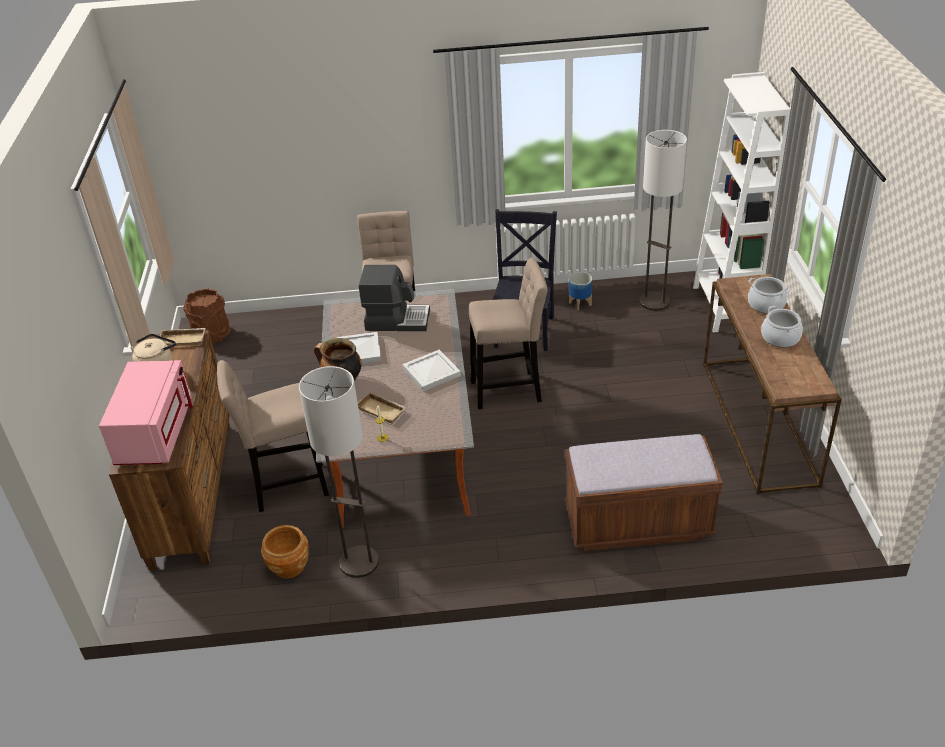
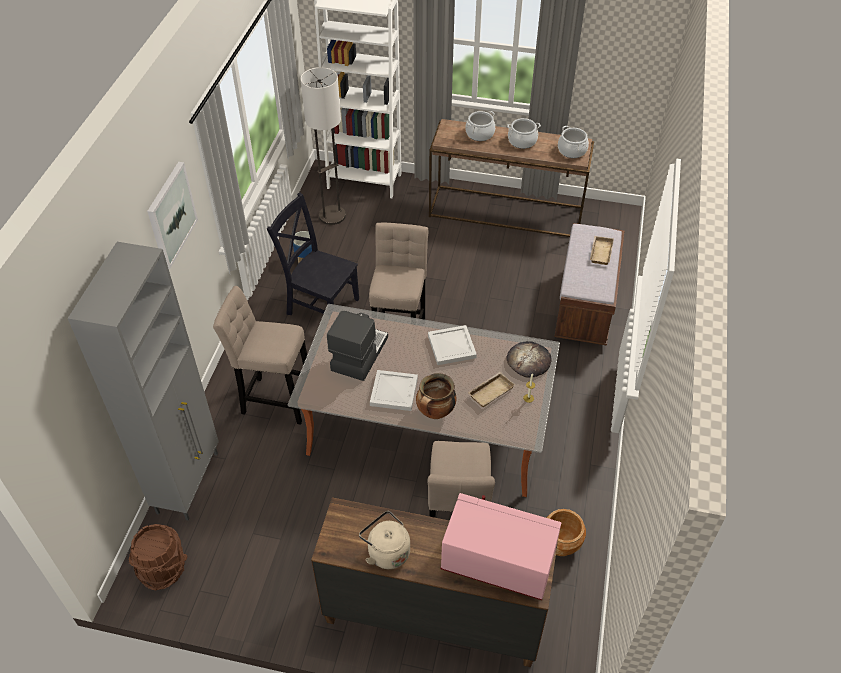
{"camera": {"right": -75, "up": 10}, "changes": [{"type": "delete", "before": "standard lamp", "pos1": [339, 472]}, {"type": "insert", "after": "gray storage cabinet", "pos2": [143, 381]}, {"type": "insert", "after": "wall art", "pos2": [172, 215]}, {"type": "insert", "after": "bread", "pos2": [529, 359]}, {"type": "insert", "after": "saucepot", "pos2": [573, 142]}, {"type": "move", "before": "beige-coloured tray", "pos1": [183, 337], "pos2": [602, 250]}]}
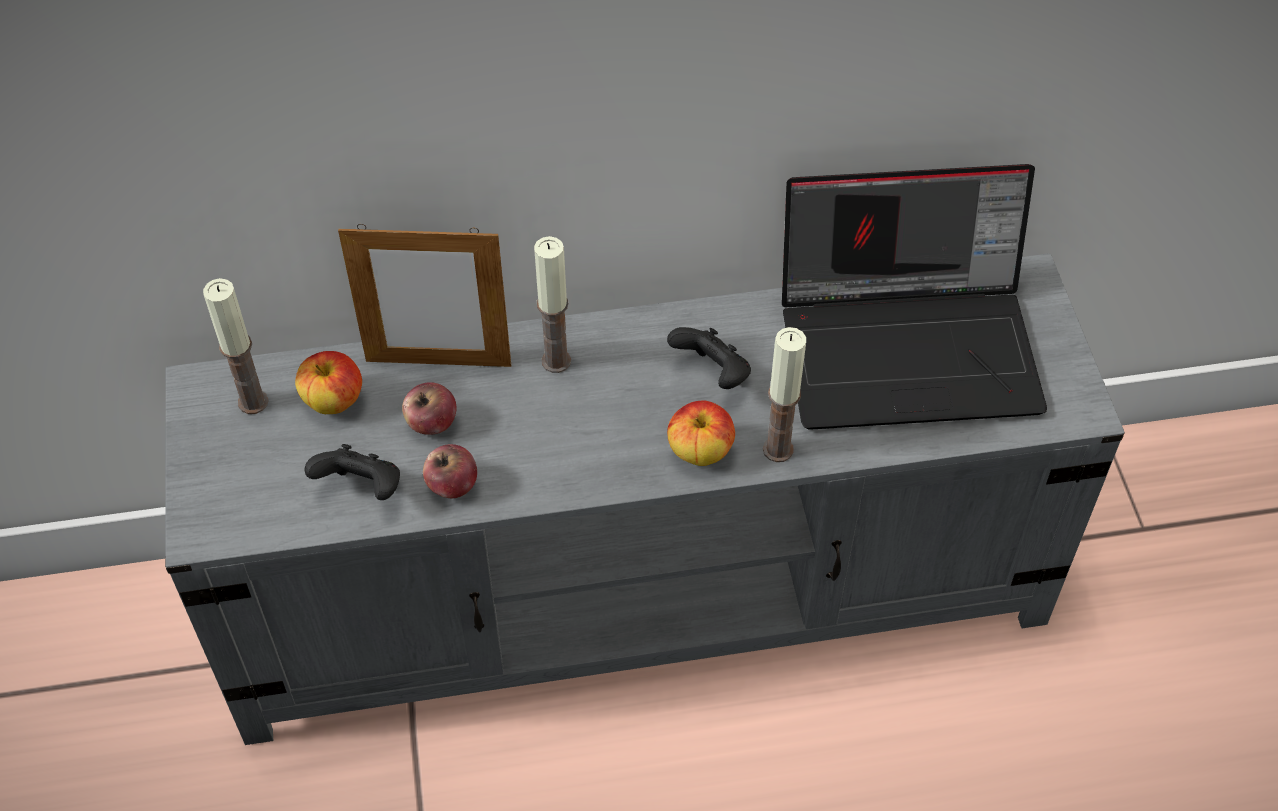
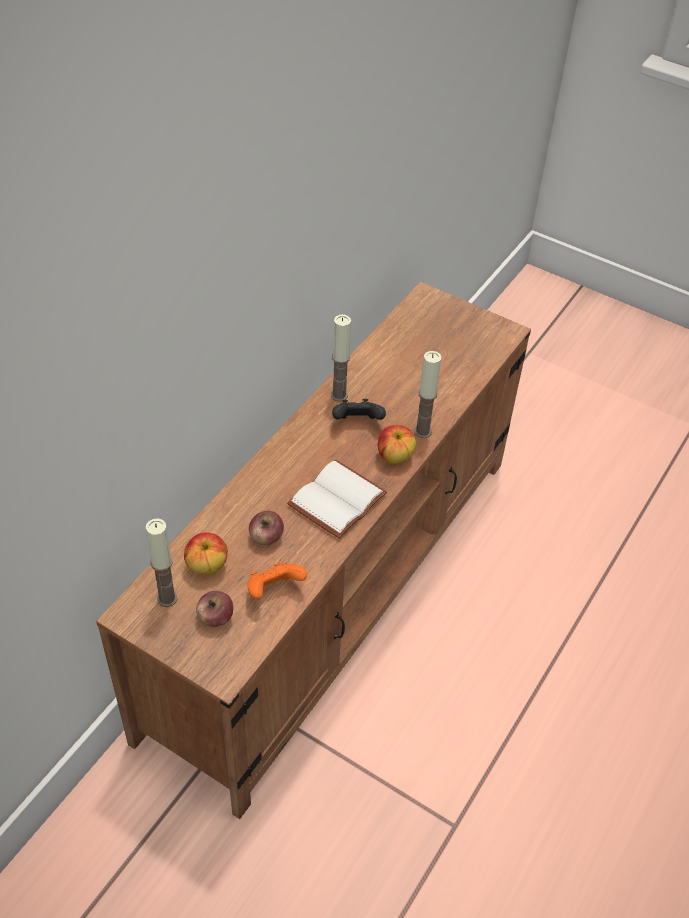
{"camera": {"right": -50, "up": -5}, "changes": [{"type": "delete", "before": "picture frame", "pos1": [424, 295]}, {"type": "delete", "before": "laptop", "pos1": [914, 297]}, {"type": "insert", "after": "whitish bound book", "pos2": [337, 499]}, {"type": "move", "before": "apple fruit", "pos1": [450, 471], "pos2": [214, 609]}, {"type": "move", "before": "wax light", "pos1": [552, 304], "pos2": [341, 358]}, {"type": "recolor", "before": "gray tv unit", "after": "brown tv unit", "pos1": [645, 499], "pos2": [313, 550]}, {"type": "recolor", "before": "black-coloured game controller", "after": "orange game controller", "pos1": [352, 472], "pos2": [277, 581]}]}
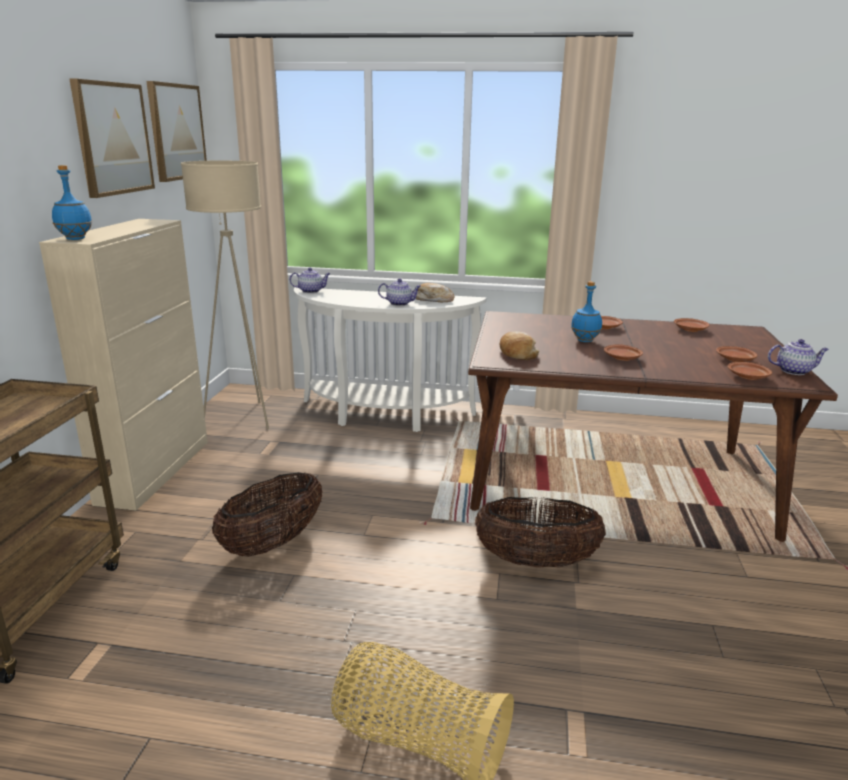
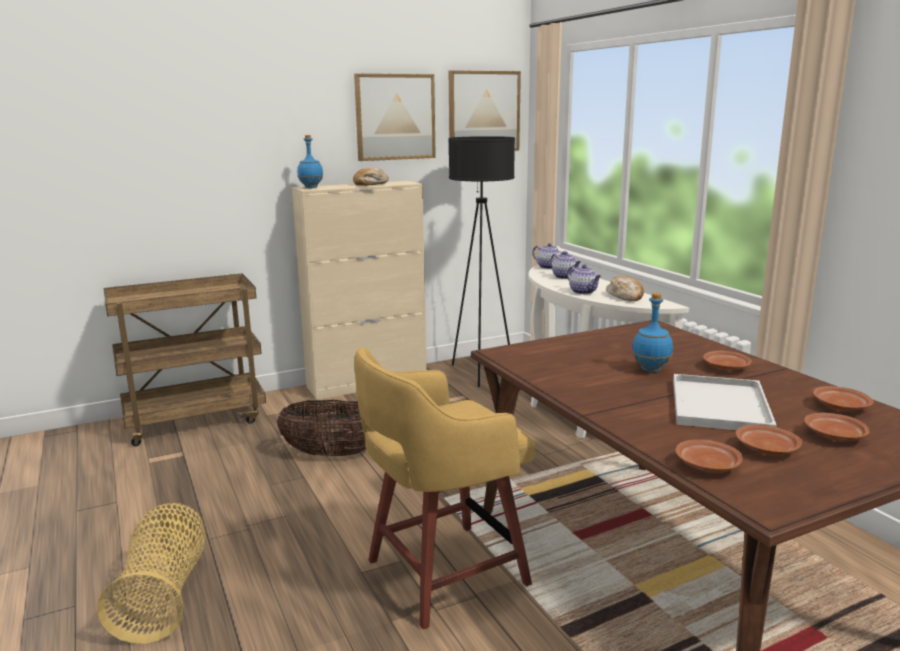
{"camera": {"right": 55, "up": -5}, "changes": [{"type": "insert", "after": "whitish tray", "pos2": [725, 402]}, {"type": "move", "before": "bread", "pos1": [519, 345], "pos2": [371, 177]}, {"type": "move", "before": "brown flat dish", "pos1": [623, 352], "pos2": [836, 427]}, {"type": "move", "before": "pot for tea", "pos1": [798, 357], "pos2": [565, 265]}, {"type": "replace", "before": "storage basket", "after": "yellowish stool", "pos1": [540, 532], "pos2": [444, 488]}, {"type": "recolor", "before": "beige-coloured standard lamp", "after": "black-coloured standard lamp", "pos1": [225, 294], "pos2": [481, 261]}]}
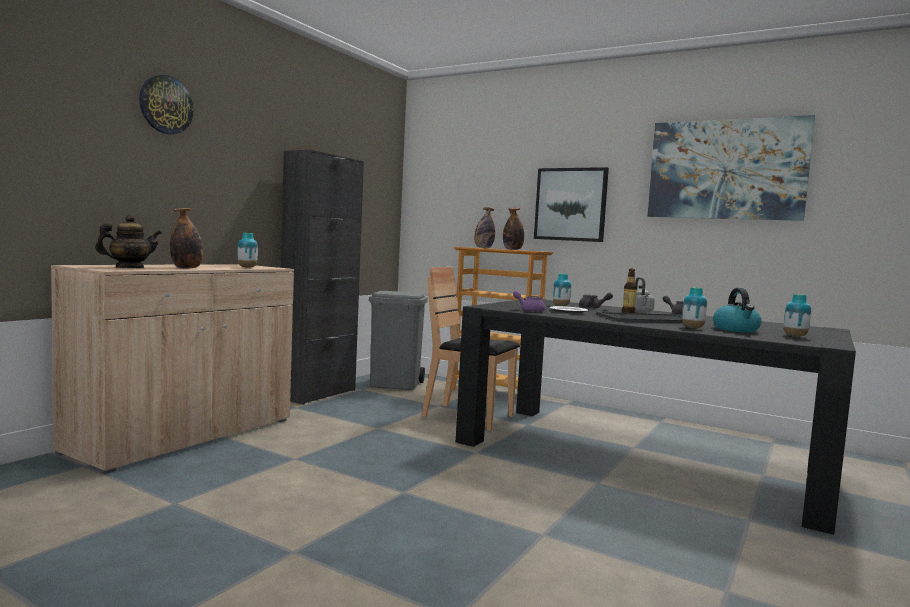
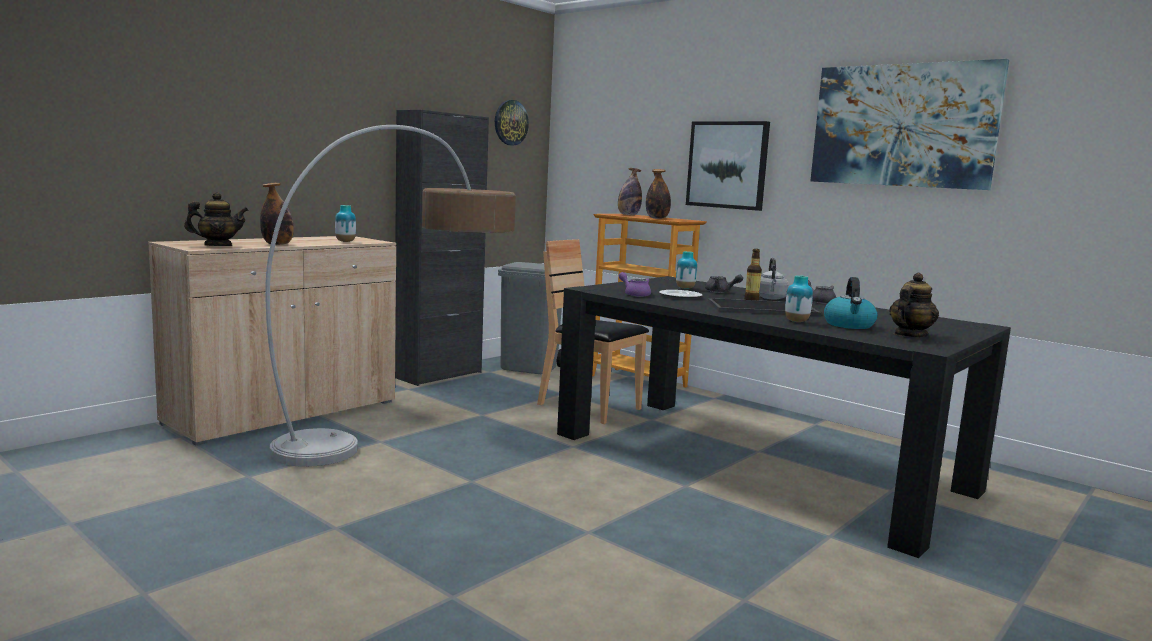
{"camera": {"right": 10, "up": 5}, "changes": [{"type": "insert", "after": "standard lamp", "pos2": [390, 296]}, {"type": "move", "before": "clock on the wall", "pos1": [166, 104], "pos2": [512, 123]}, {"type": "replace", "before": "vase", "after": "pot for tea", "pos1": [797, 315], "pos2": [914, 305]}]}
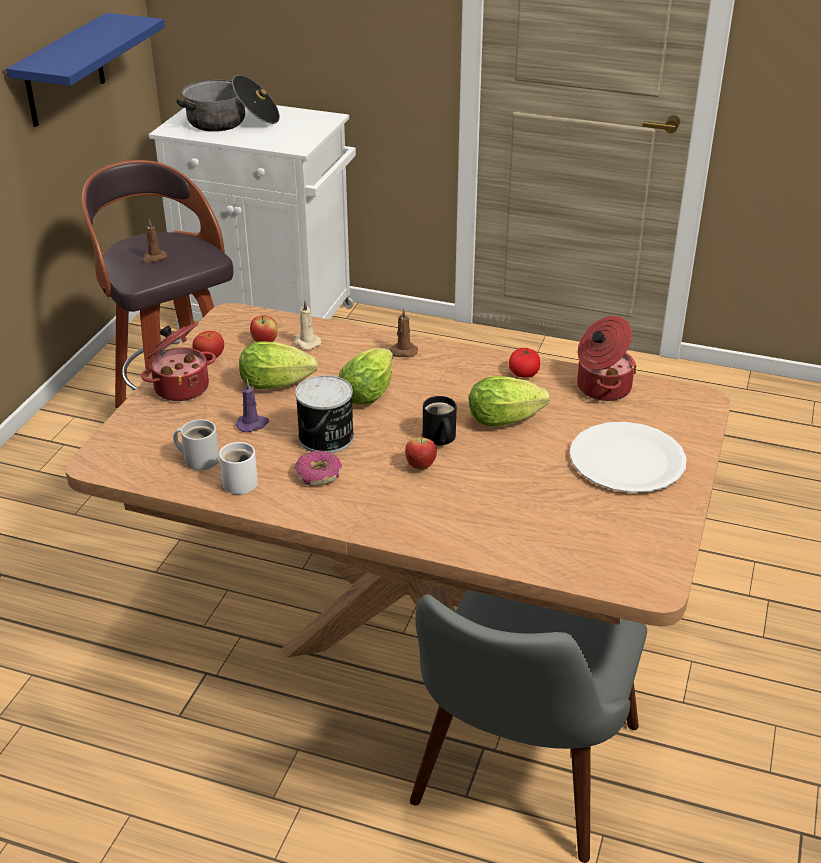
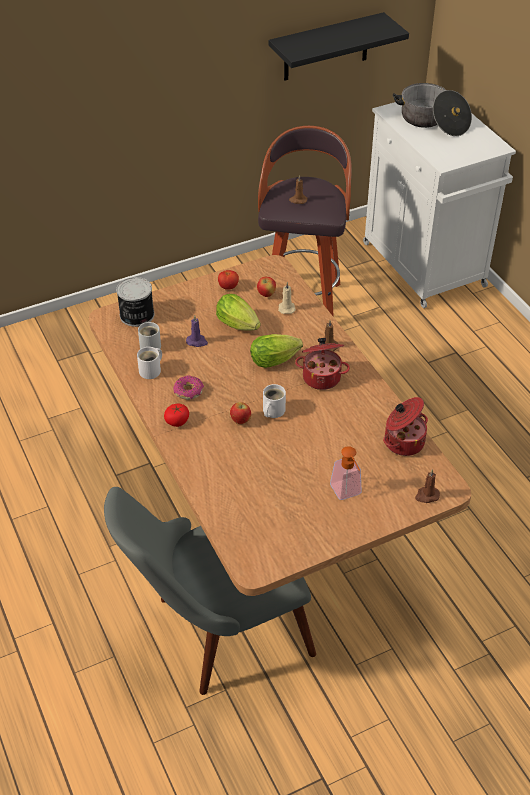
{"camera": {"right": 45, "up": 10}, "changes": [{"type": "delete", "before": "lettuce", "pos1": [509, 401]}, {"type": "insert", "after": "brown wax light", "pos2": [427, 486]}, {"type": "move", "before": "saucepot", "pos1": [178, 362], "pos2": [322, 364]}, {"type": "move", "before": "metal can", "pos1": [324, 414], "pos2": [135, 302]}, {"type": "move", "before": "whole tomato", "pos1": [524, 363], "pos2": [176, 415]}, {"type": "replace", "before": "whitish flat dish", "after": "liquid soap bottle", "pos1": [628, 457], "pos2": [346, 473]}, {"type": "recolor", "before": "blue-coloured wall shelf", "after": "black-coloured wall shelf", "pos1": [85, 70], "pos2": [339, 46]}, {"type": "recolor", "before": "black-coloured coffee mug", "after": "whitish coffee mug", "pos1": [440, 420], "pos2": [274, 401]}]}
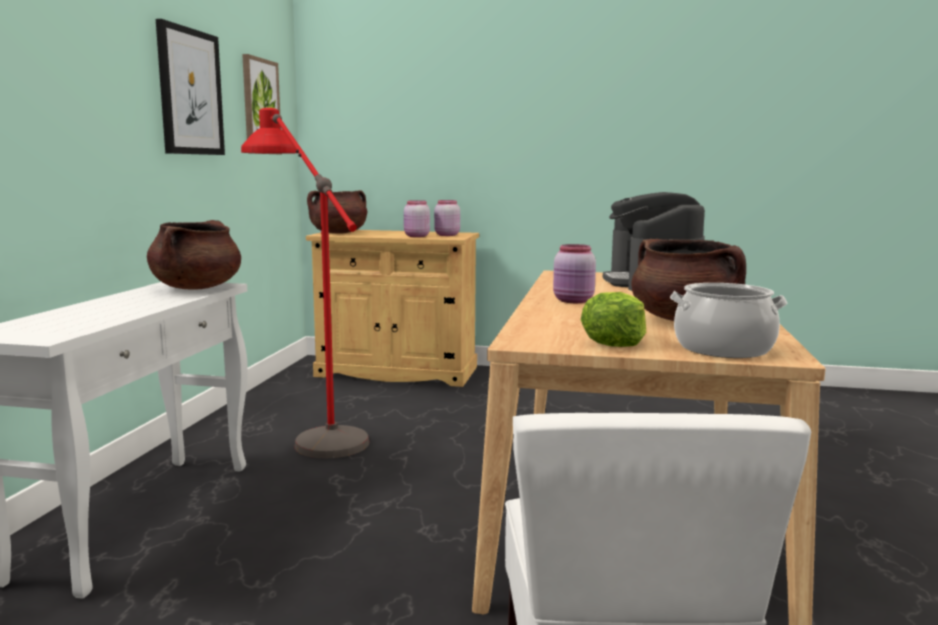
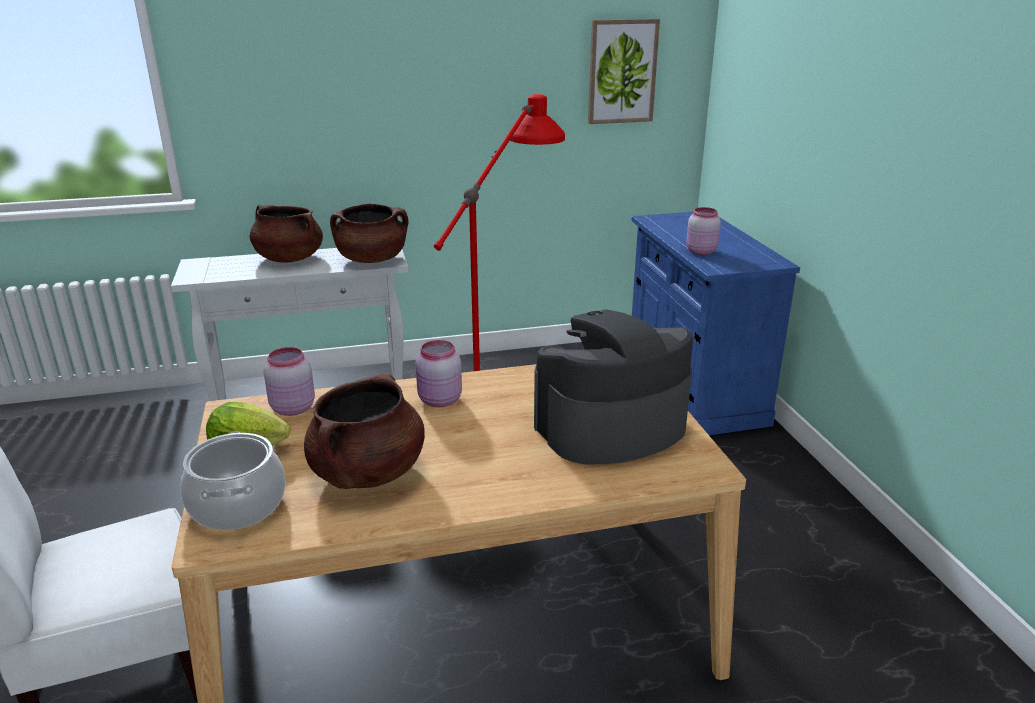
{"camera": {"right": 65, "up": 15}, "changes": [{"type": "delete", "before": "wall art", "pos1": [190, 87]}, {"type": "move", "before": "brown saucepot", "pos1": [337, 212], "pos2": [286, 234]}, {"type": "move", "before": "pink-coloured jar", "pos1": [447, 218], "pos2": [289, 381]}, {"type": "recolor", "before": "beige-coloured storage cabinet", "after": "blue-coloured storage cabinet", "pos1": [392, 308], "pos2": [715, 323]}]}
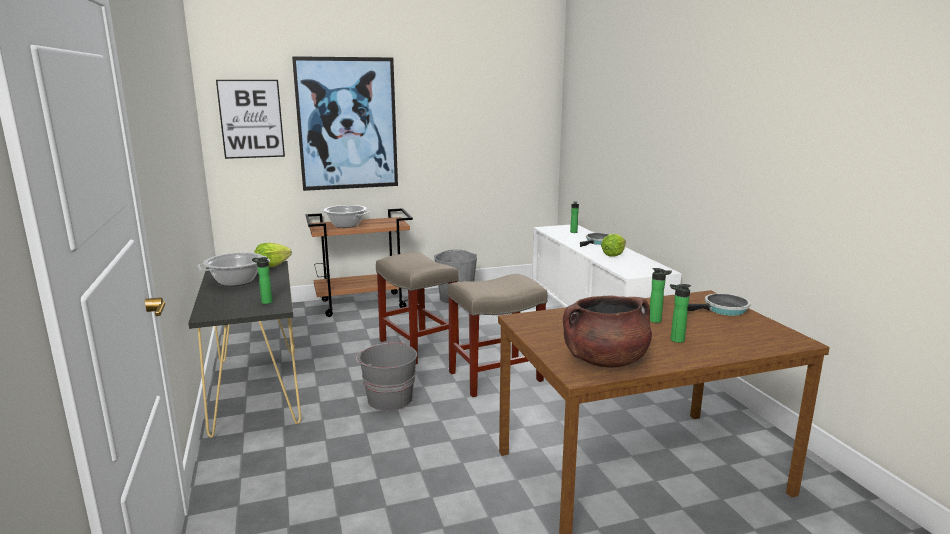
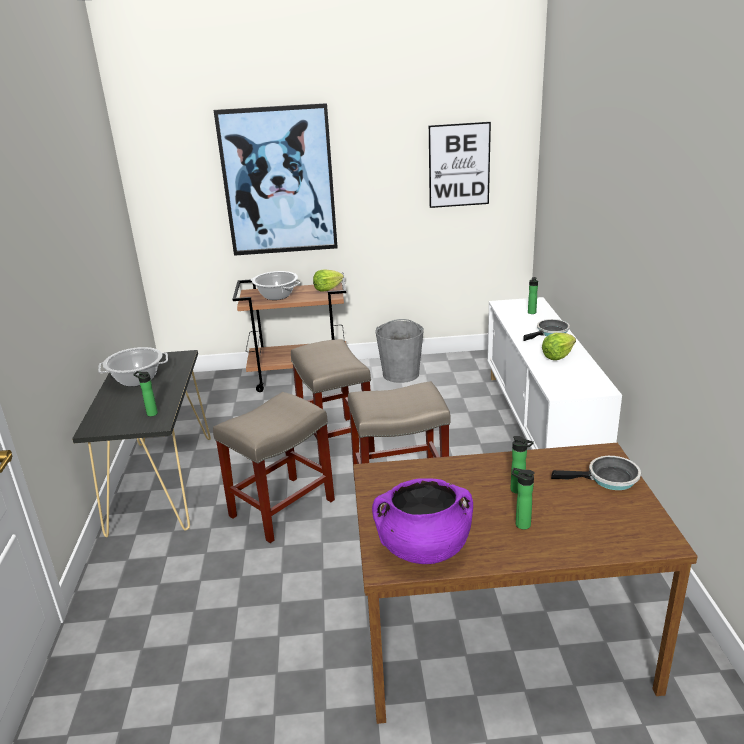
{"camera": {"right": 15, "up": 10}, "changes": [{"type": "move", "before": "wall art", "pos1": [250, 119], "pos2": [460, 165]}, {"type": "move", "before": "lettuce", "pos1": [273, 255], "pos2": [328, 280]}, {"type": "replace", "before": "gray water bucket", "after": "beige-coloured stool", "pos1": [386, 376], "pos2": [274, 467]}, {"type": "recolor", "before": "brown saucepot", "after": "purplish saucepot", "pos1": [607, 332], "pos2": [422, 521]}]}
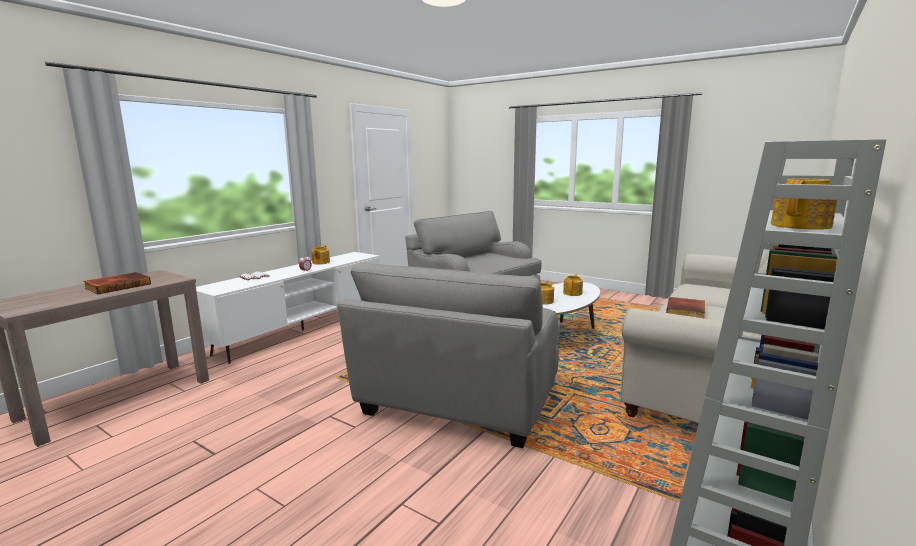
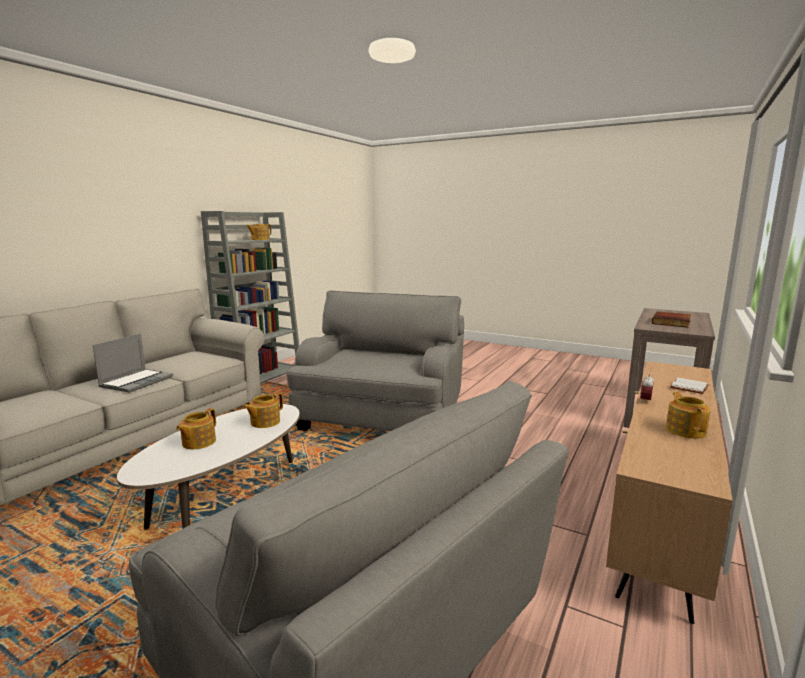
{"camera": {"right": 175, "up": 0}, "changes": [{"type": "replace", "before": "bound book", "after": "laptop", "pos1": [685, 308], "pos2": [133, 363]}, {"type": "recolor", "before": "whitish tv unit", "after": "brown tv unit", "pos1": [288, 308], "pos2": [669, 492]}]}
